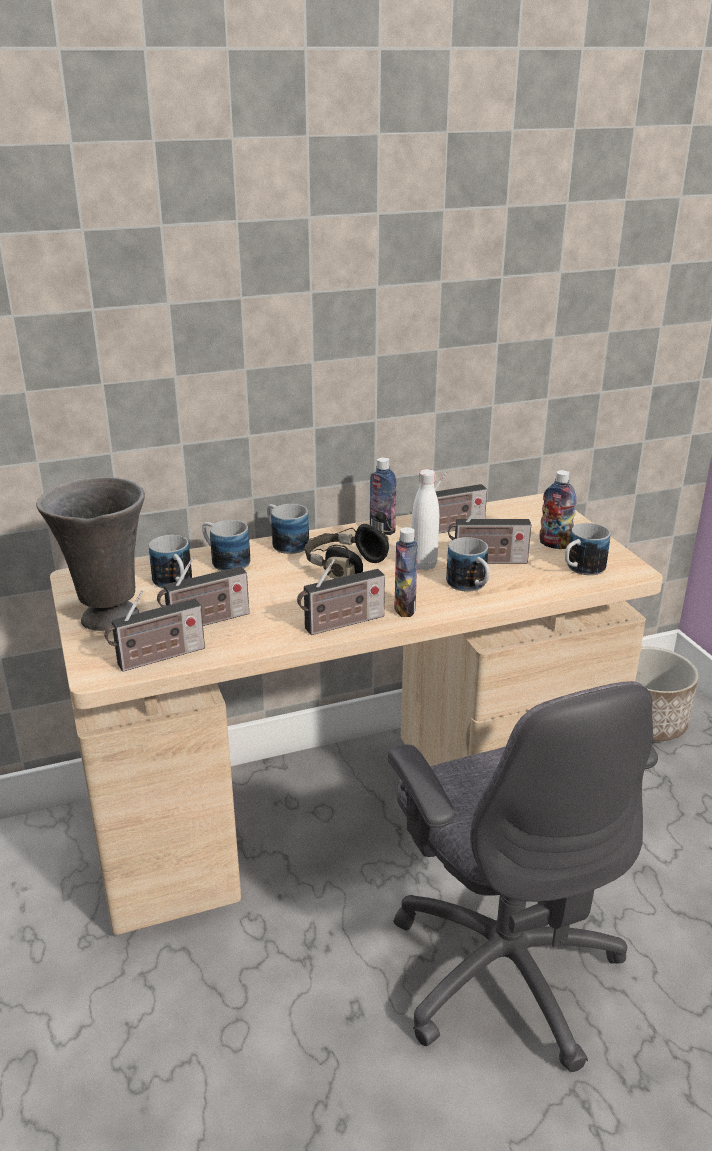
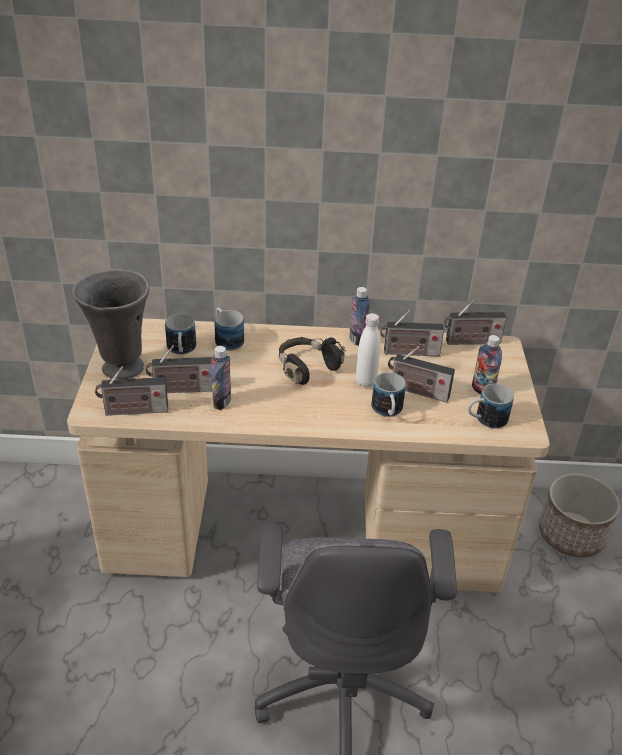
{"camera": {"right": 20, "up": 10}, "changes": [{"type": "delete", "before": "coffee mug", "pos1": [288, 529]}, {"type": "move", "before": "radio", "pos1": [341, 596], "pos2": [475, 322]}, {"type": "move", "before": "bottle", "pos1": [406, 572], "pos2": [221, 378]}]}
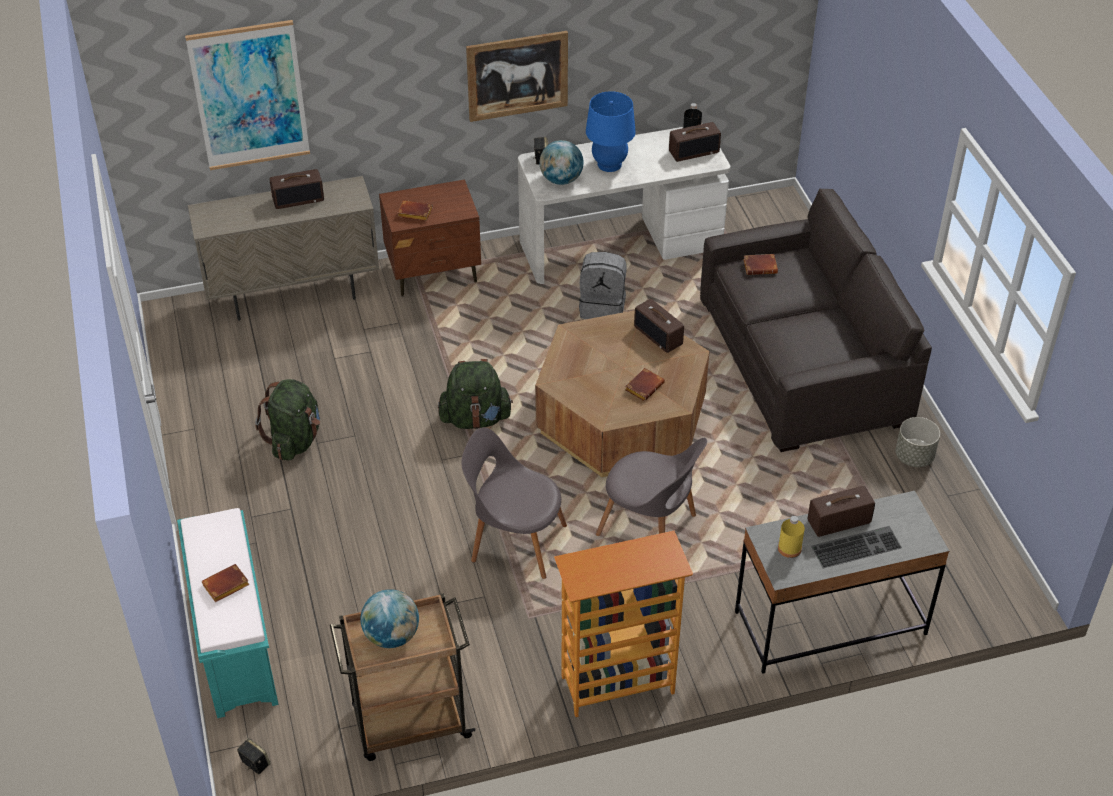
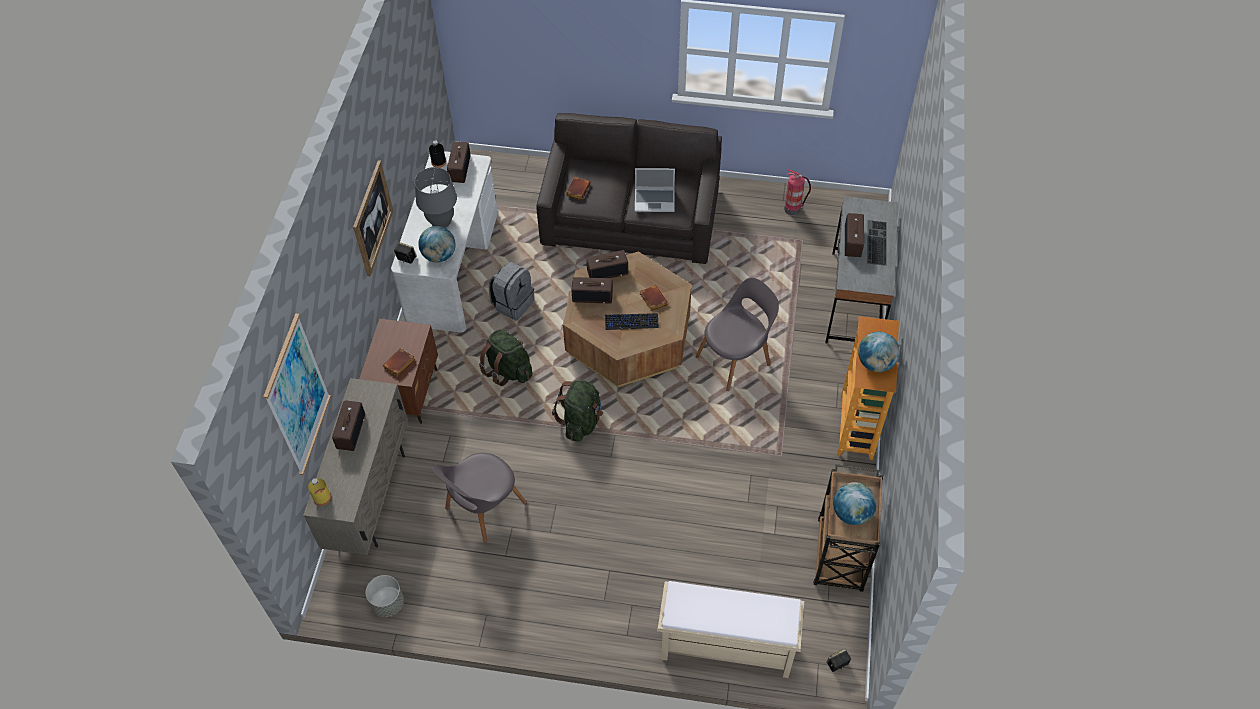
{"camera": {"right": -65, "up": 10}, "changes": [{"type": "delete", "before": "brown bound book", "pos1": [225, 583]}, {"type": "insert", "after": "radio", "pos2": [592, 290]}, {"type": "insert", "after": "PC keyboard", "pos2": [632, 321]}, {"type": "insert", "after": "laptop", "pos2": [655, 190]}, {"type": "insert", "after": "fire-fighting cylinder", "pos2": [797, 192]}, {"type": "insert", "after": "world globe", "pos2": [879, 352]}, {"type": "move", "before": "greenish backpack", "pos1": [287, 419], "pos2": [506, 357]}, {"type": "move", "before": "gray upright chair", "pos1": [514, 503], "pos2": [479, 498]}, {"type": "move", "before": "yellowish bottle", "pos1": [791, 537], "pos2": [319, 492]}, {"type": "move", "before": "gray plant pot", "pos1": [918, 442], "pos2": [385, 596]}, {"type": "recolor", "before": "turquoise-coloured long seat", "after": "beige-coloured long seat", "pos1": [228, 613], "pos2": [730, 629]}, {"type": "recolor", "before": "blue-coloured lamp for a table", "after": "gray lamp for a table", "pos1": [611, 131], "pos2": [436, 197]}]}
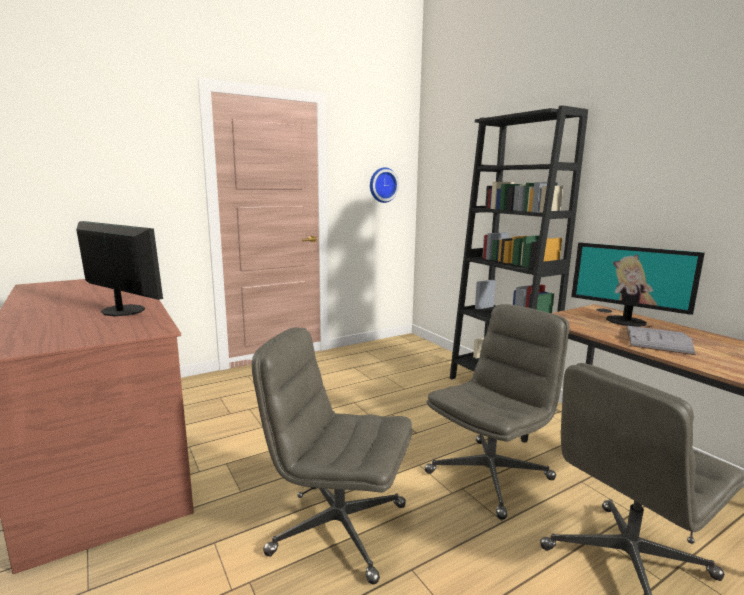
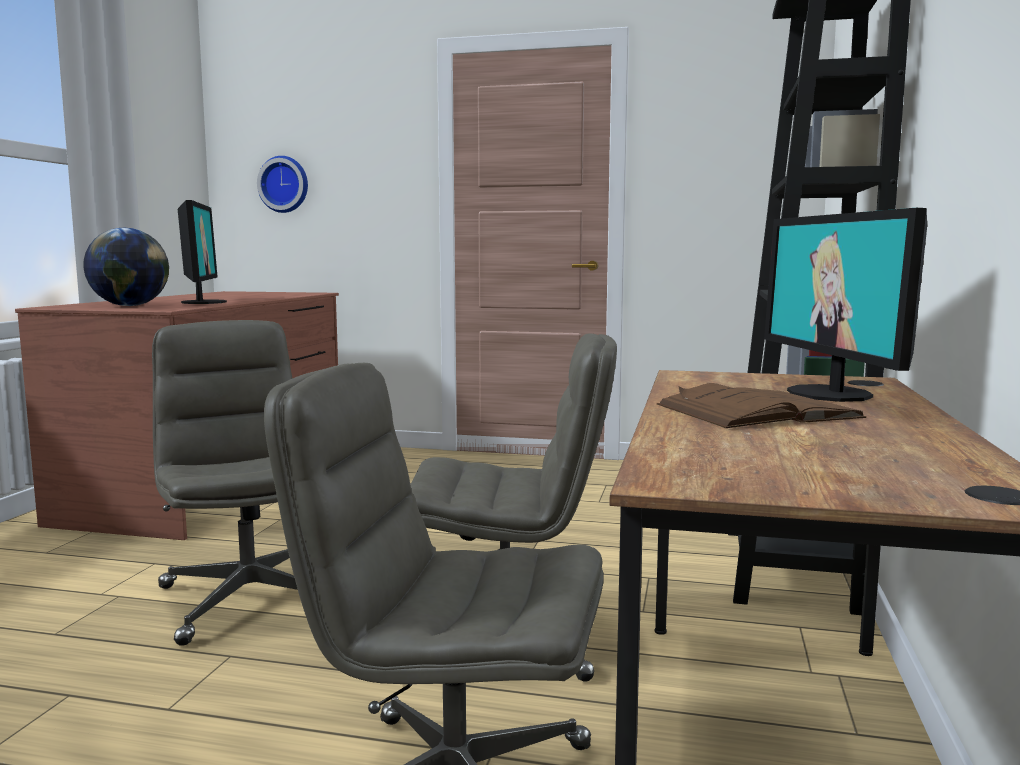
{"camera": {"right": 45, "up": -5}, "changes": [{"type": "insert", "after": "world globe", "pos2": [126, 267]}, {"type": "move", "before": "clock on the wall", "pos1": [384, 185], "pos2": [282, 184]}, {"type": "recolor", "before": "gray bound book", "after": "brown bound book", "pos1": [661, 340], "pos2": [761, 405]}]}
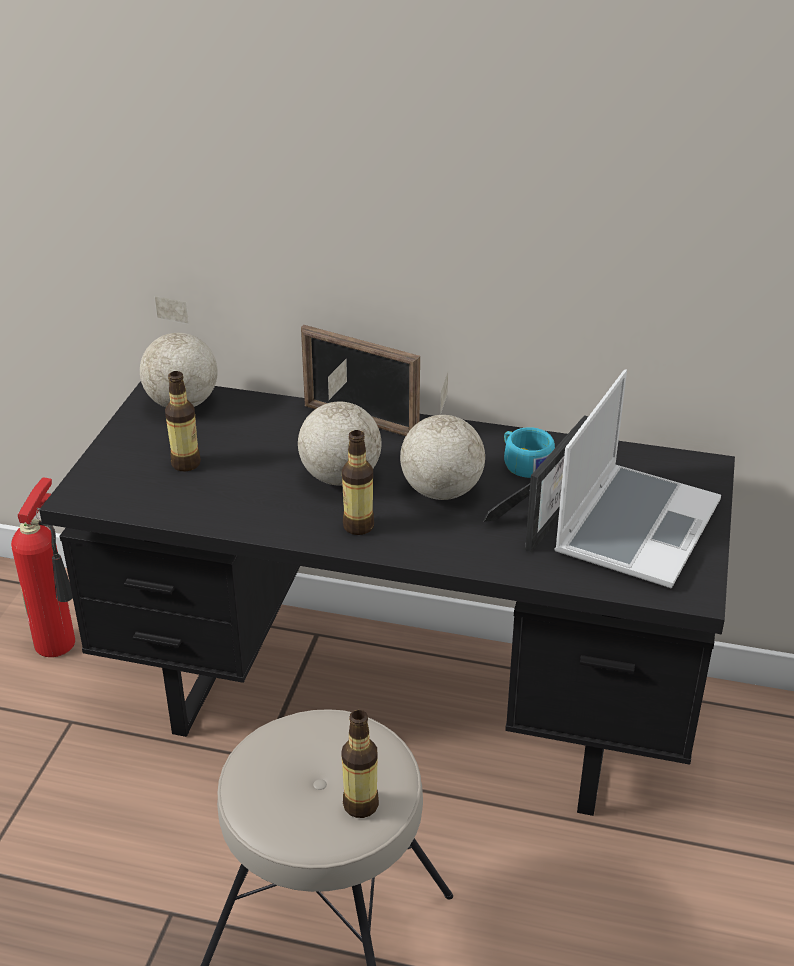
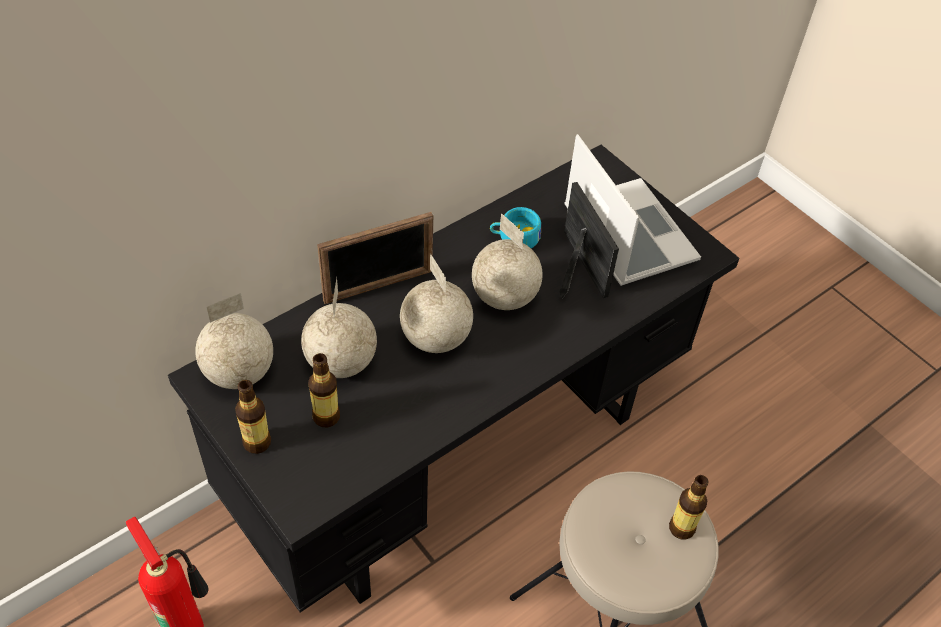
{"camera": {"right": -55, "up": 15}, "changes": [{"type": "insert", "after": "world globe", "pos2": [339, 327]}, {"type": "move", "before": "bottle", "pos1": [358, 482], "pos2": [253, 417]}]}
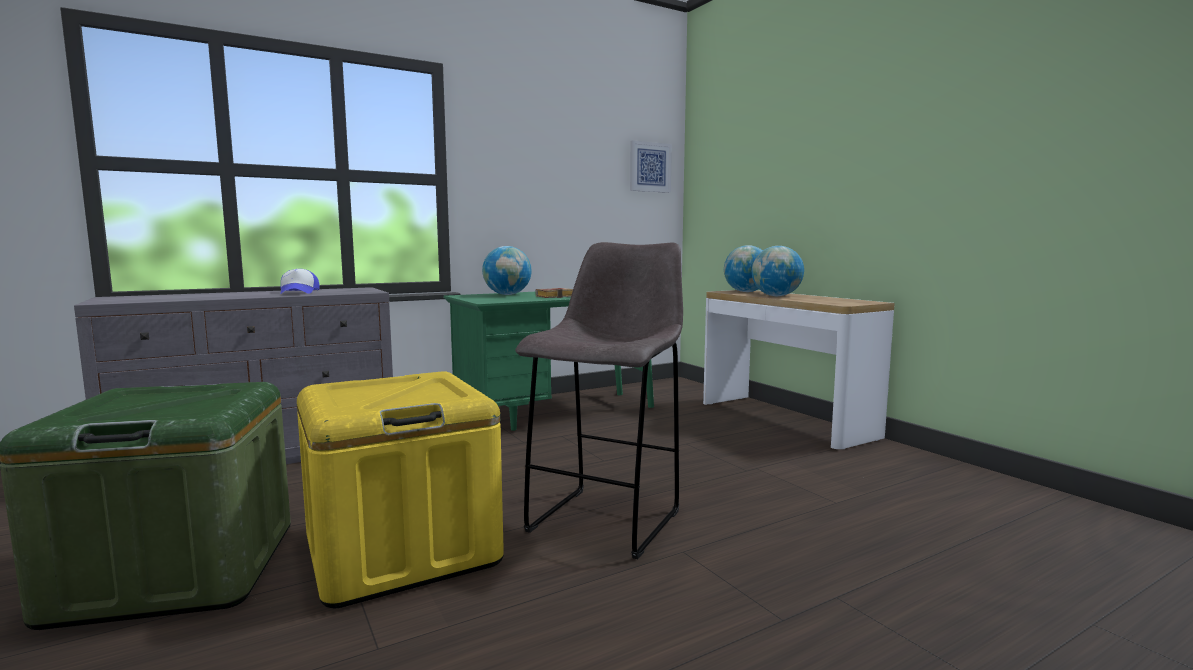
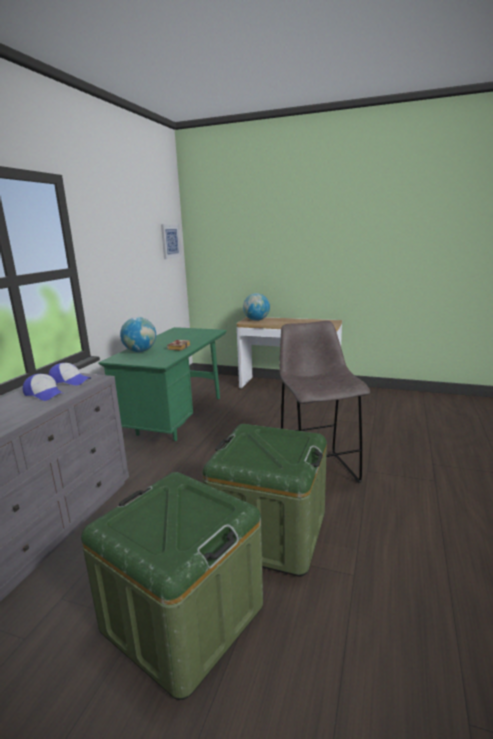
{"camera": {"right": -40, "up": 10}, "changes": [{"type": "delete", "before": "world globe", "pos1": [778, 271]}, {"type": "insert", "after": "cap", "pos2": [69, 374]}, {"type": "recolor", "before": "yellowish storage bin", "after": "greenish storage bin", "pos1": [400, 489], "pos2": [264, 500]}]}
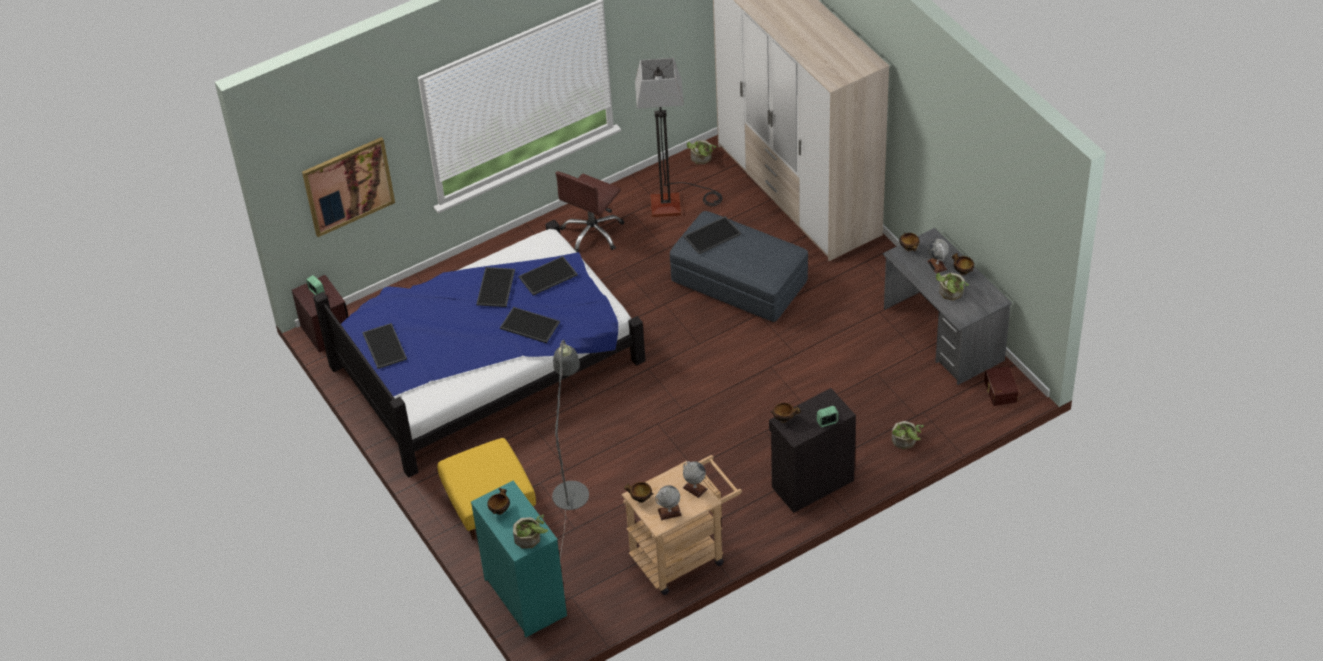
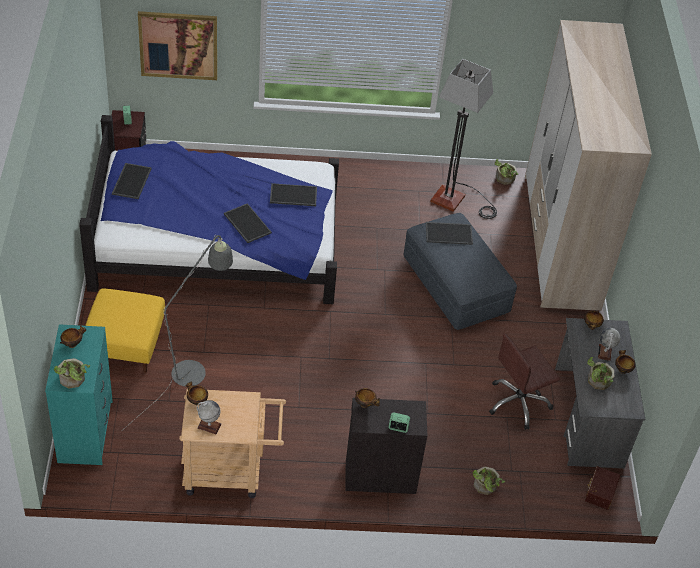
{"camera": {"right": 25, "up": 0}, "changes": [{"type": "delete", "before": "tray", "pos1": [495, 287]}, {"type": "delete", "before": "world globe", "pos1": [695, 479]}, {"type": "move", "before": "brown computer chair", "pos1": [590, 211], "pos2": [524, 382]}]}
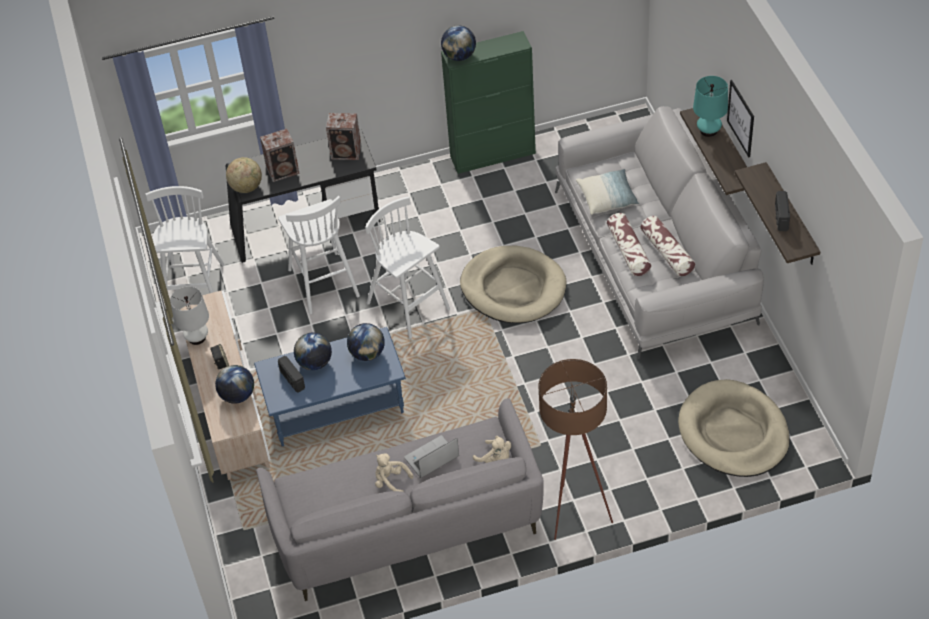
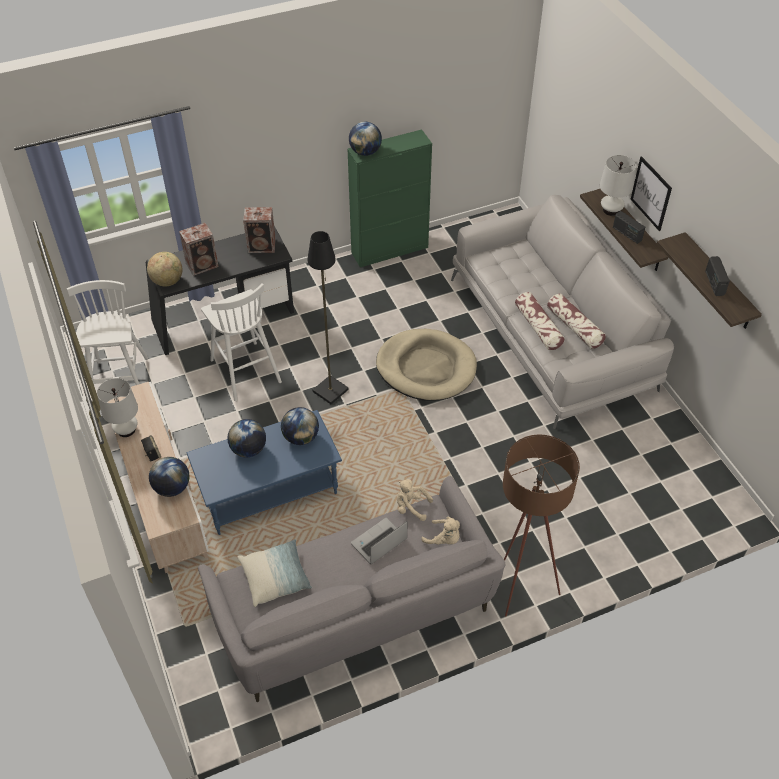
{"camera": {"right": -10, "up": 0}, "changes": [{"type": "delete", "before": "beige-coloured pet bed", "pos1": [734, 428]}, {"type": "move", "before": "radio", "pos1": [291, 374], "pos2": [629, 227]}, {"type": "move", "before": "beige-coloured plush toy", "pos1": [394, 472], "pos2": [415, 500]}, {"type": "move", "before": "throw pillow", "pos1": [607, 192], "pos2": [275, 573]}, {"type": "replace", "before": "whitish stool", "after": "black-coloured standard lamp", "pos1": [407, 267], "pos2": [328, 317]}, {"type": "recolor", "before": "turquoise-coloured lamp for a table", "after": "whitish lamp for a table", "pos1": [710, 106], "pos2": [618, 185]}]}
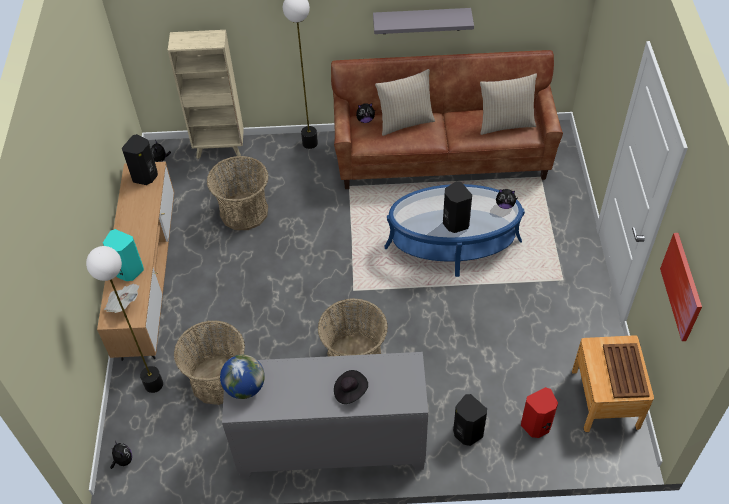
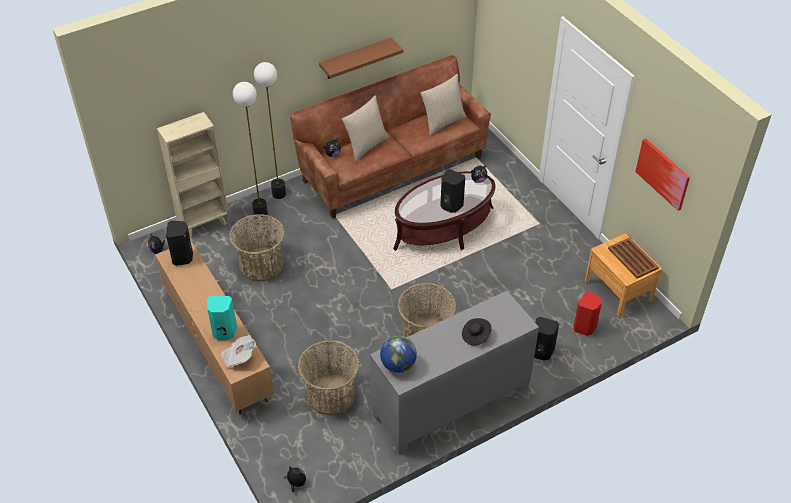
{"camera": {"right": -30, "up": -5}, "changes": [{"type": "move", "before": "standard lamp", "pos1": [124, 319], "pos2": [250, 150]}, {"type": "recolor", "before": "gray wall shelf", "after": "brown wall shelf", "pos1": [423, 21], "pos2": [361, 58]}, {"type": "recolor", "before": "blue-coloured coffee table", "after": "brown coffee table", "pos1": [455, 230], "pos2": [444, 211]}]}
